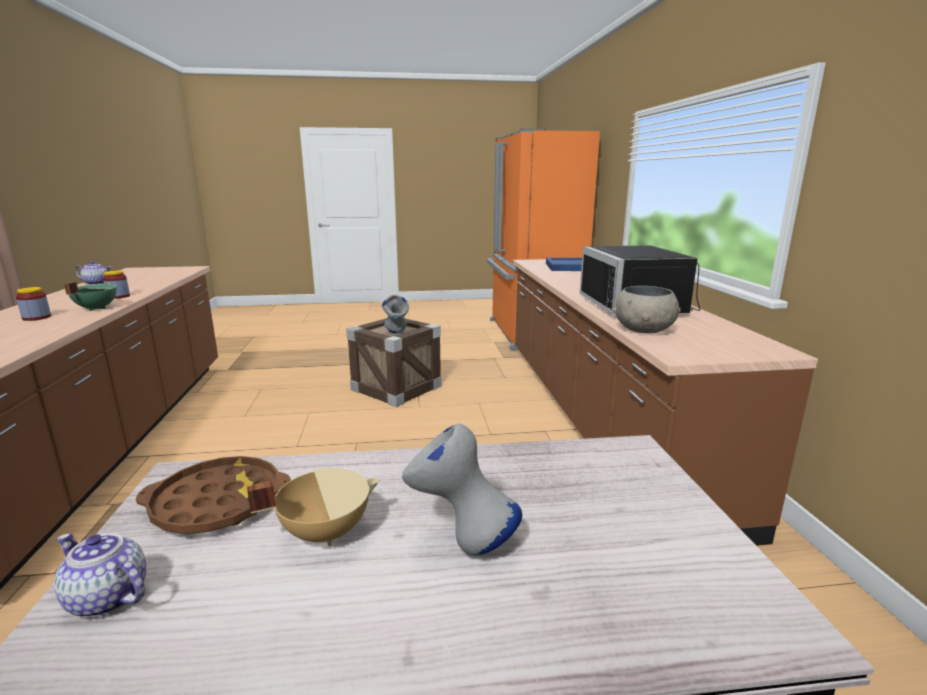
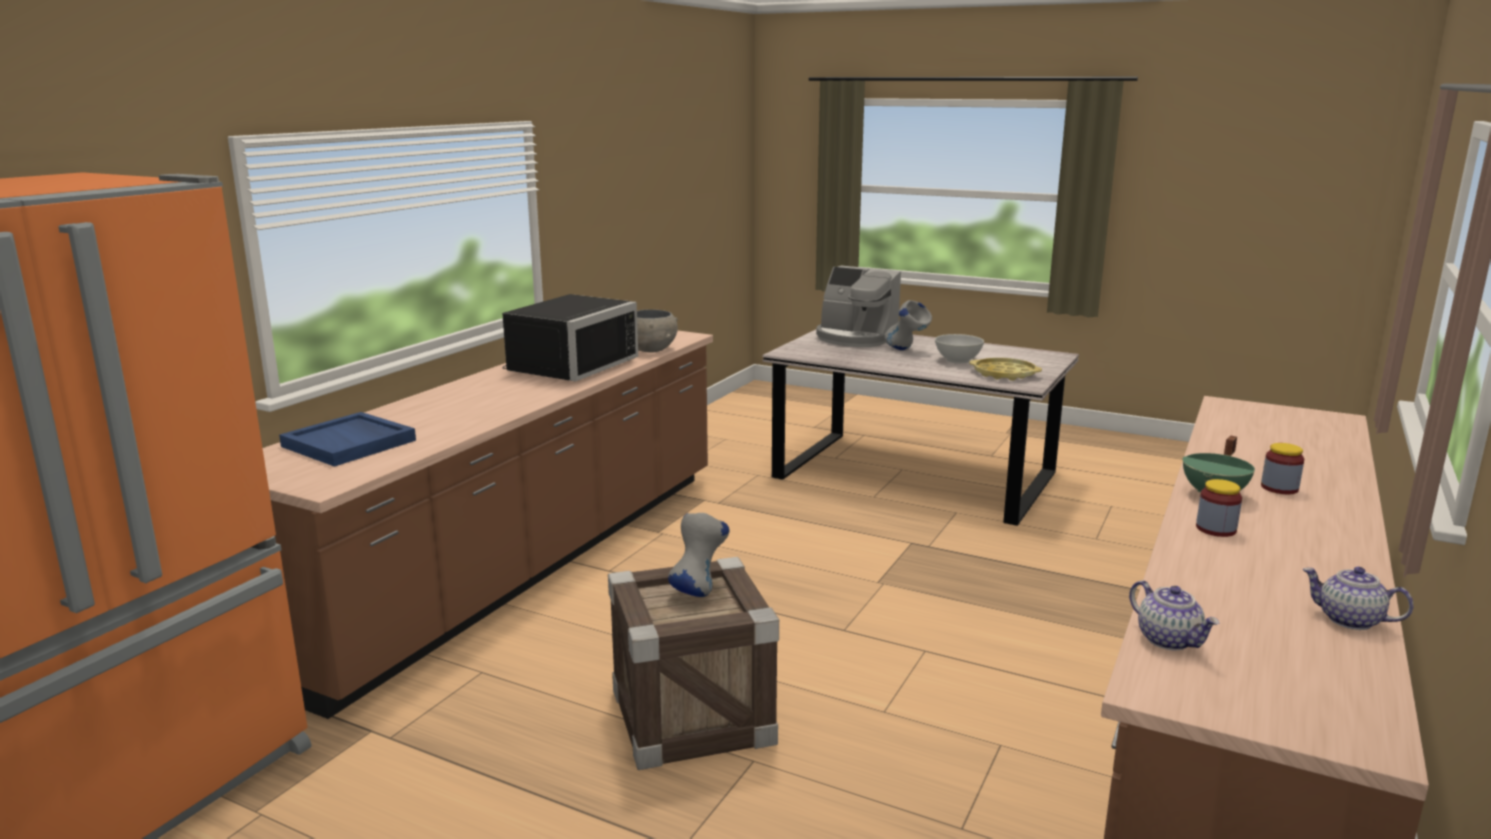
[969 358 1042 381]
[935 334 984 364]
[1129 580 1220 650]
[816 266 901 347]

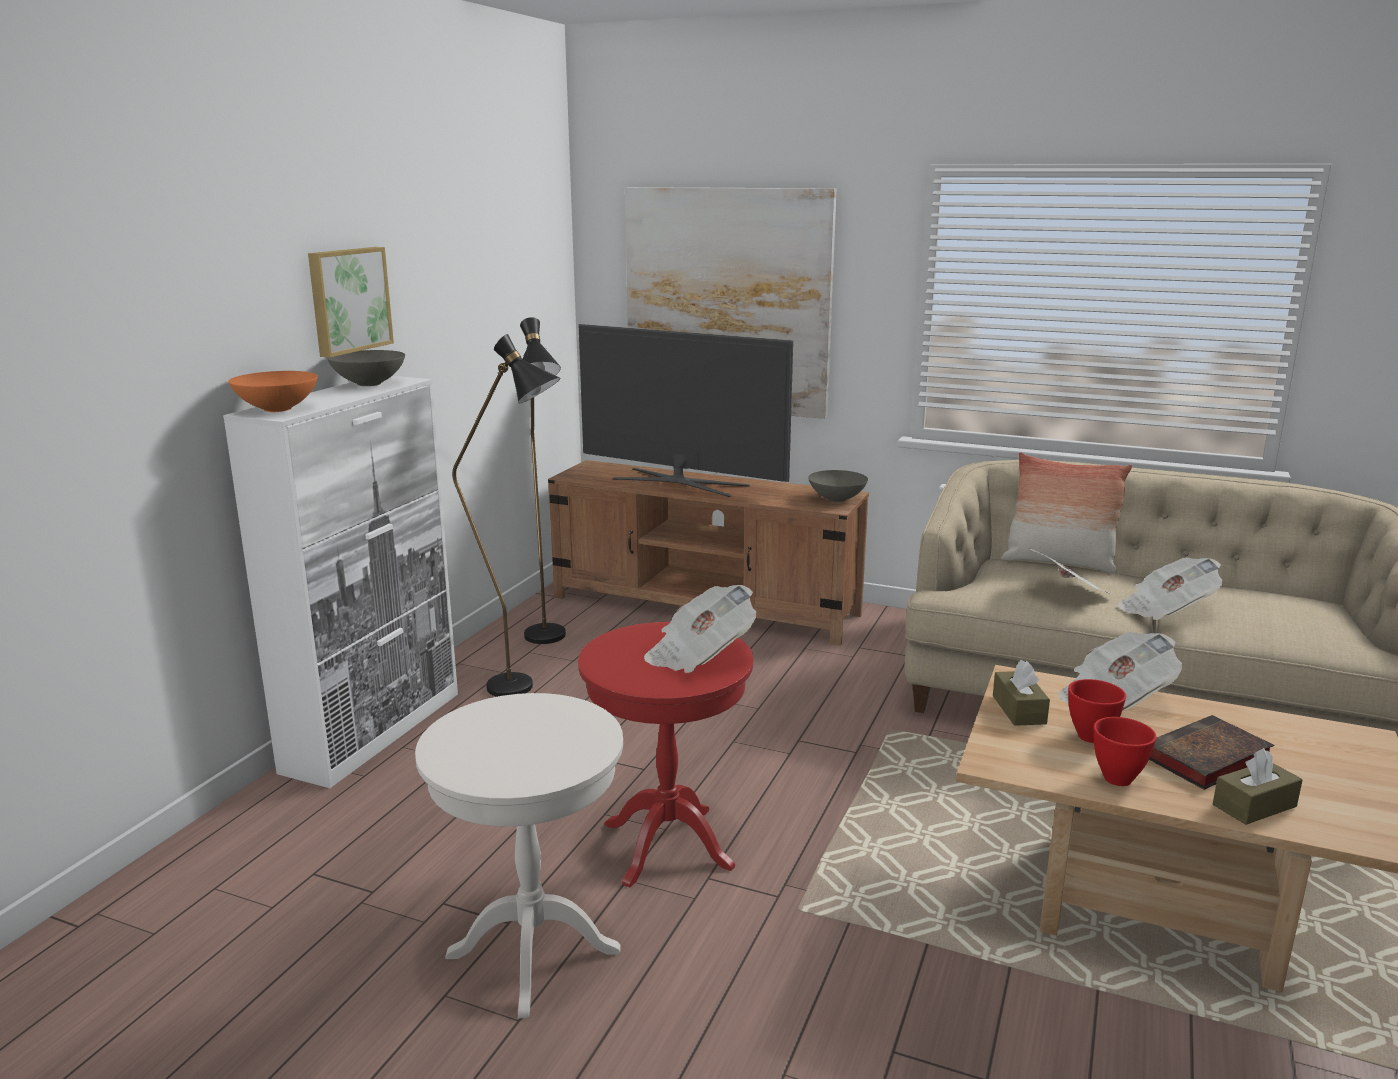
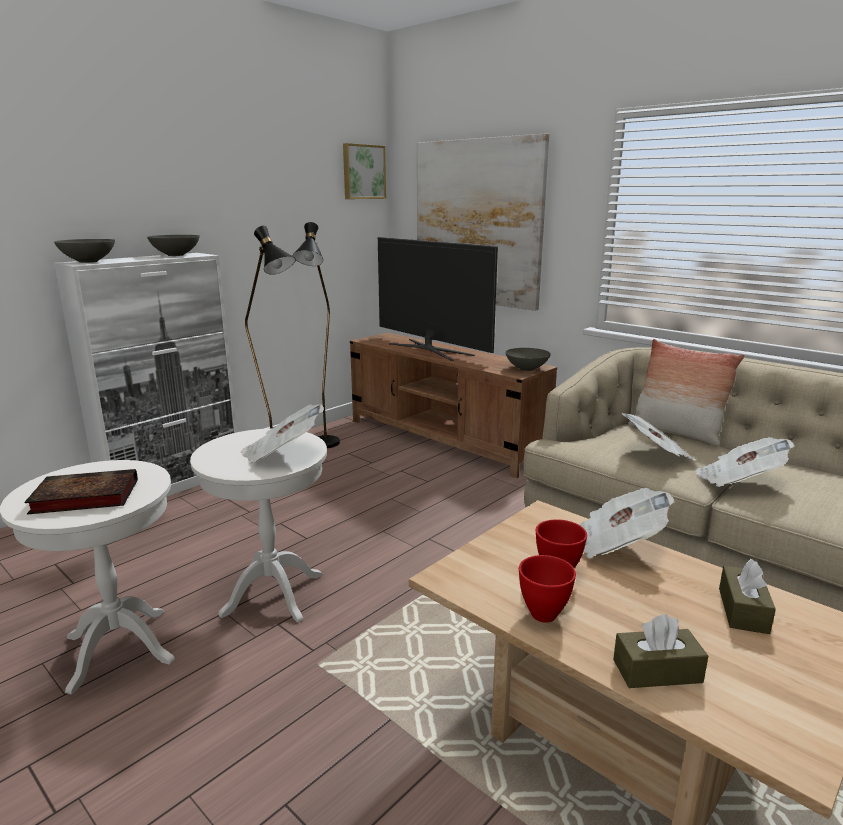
[343 143 386 199]
[54 239 115 263]
[190 428 327 623]
[719 559 776 634]
[24 469 138 515]

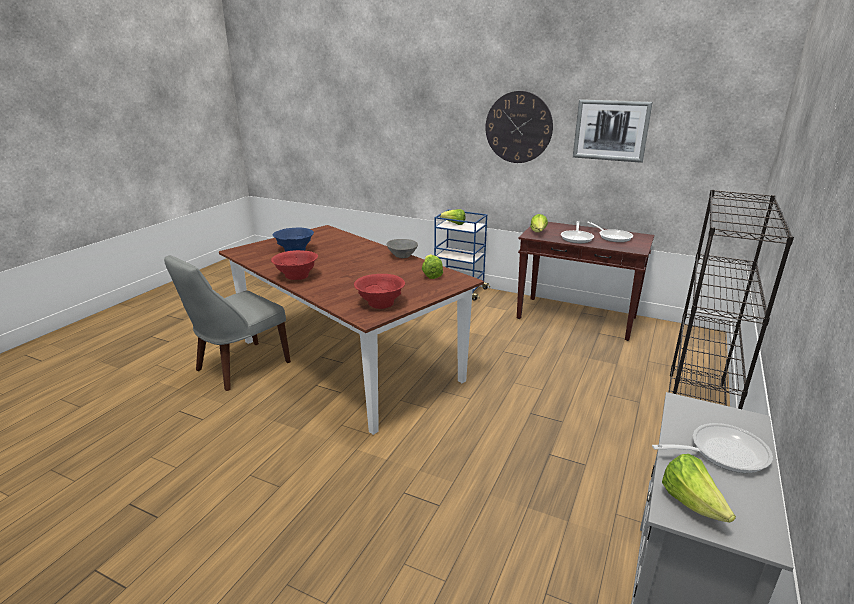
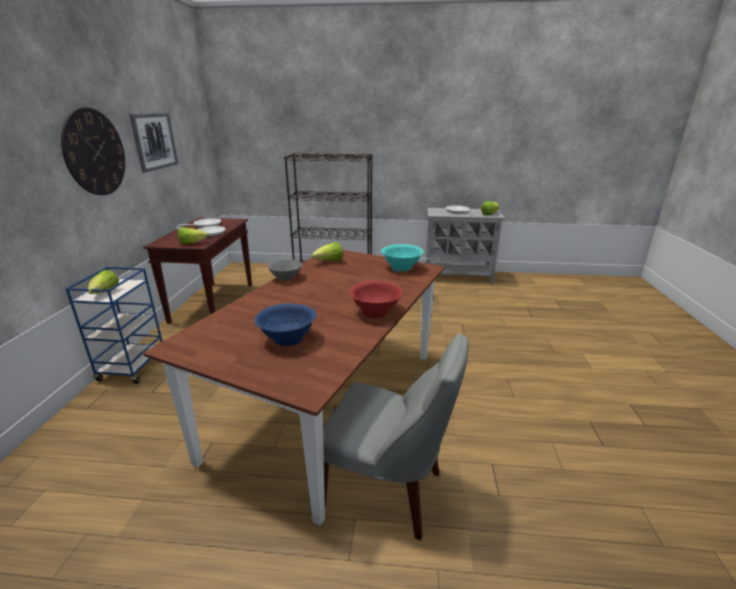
[381 244 424 272]

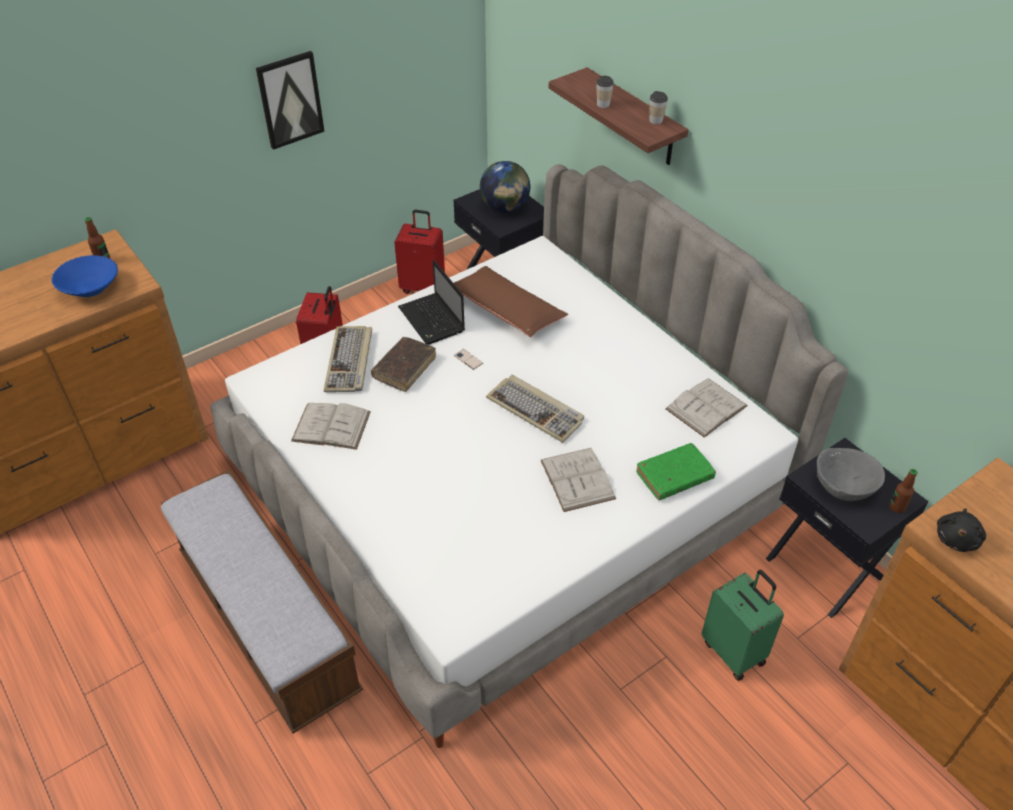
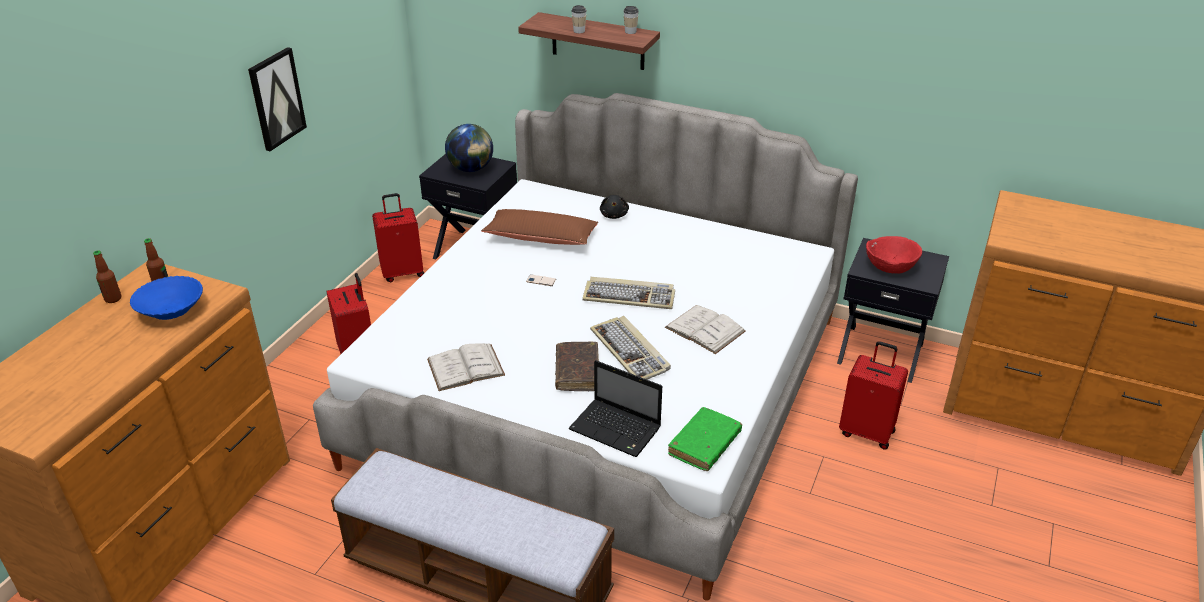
[568 360 662 457]
[590 316 671 379]
[555 342 599 391]
[666 378 748 438] (first image)
[668 407 742 471]
[866 236 922 273]
[93 250 122 303]
[600 195 629 219]
[839 341 908 450]

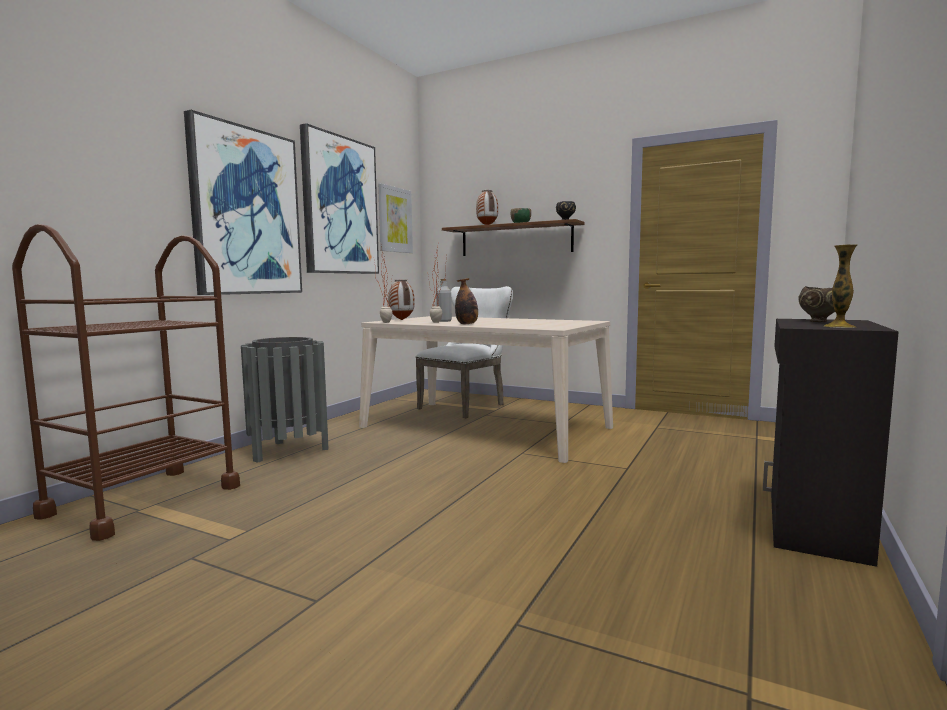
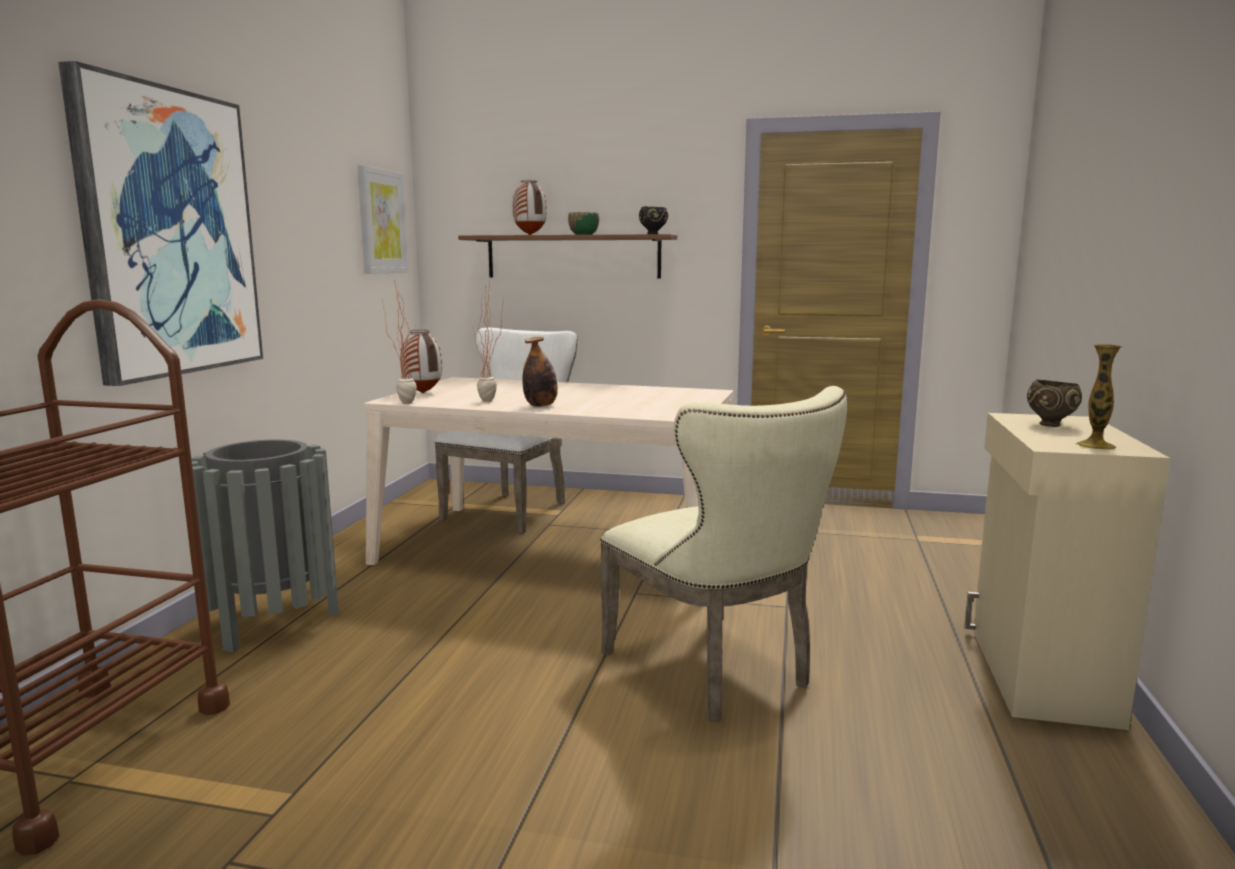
[300 123 379 274] (first image)
[436 279 452 322] (first image)
[964 413 1170 730]
[601 386 847 721]

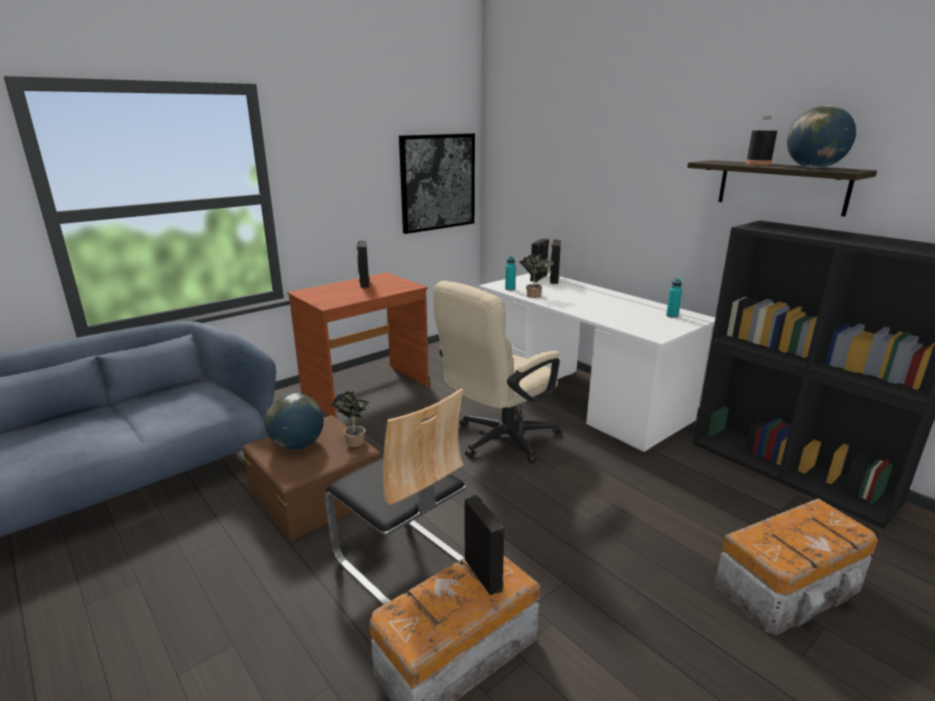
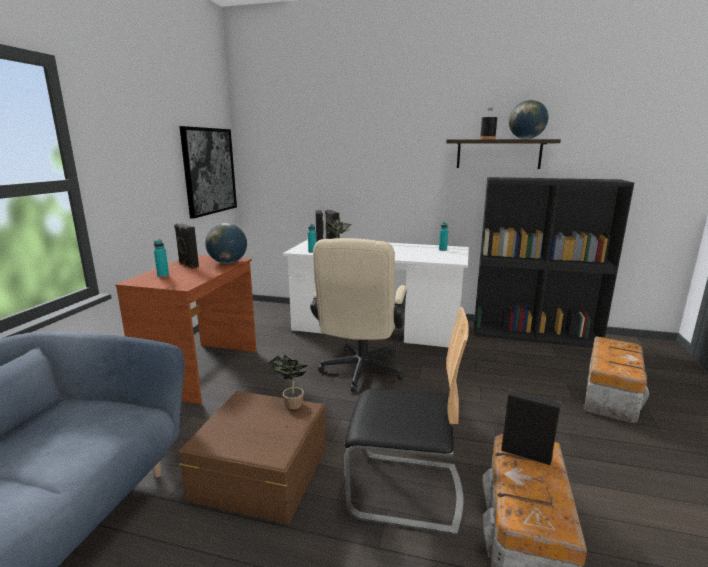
[205 223 247 264]
[154 240 169 277]

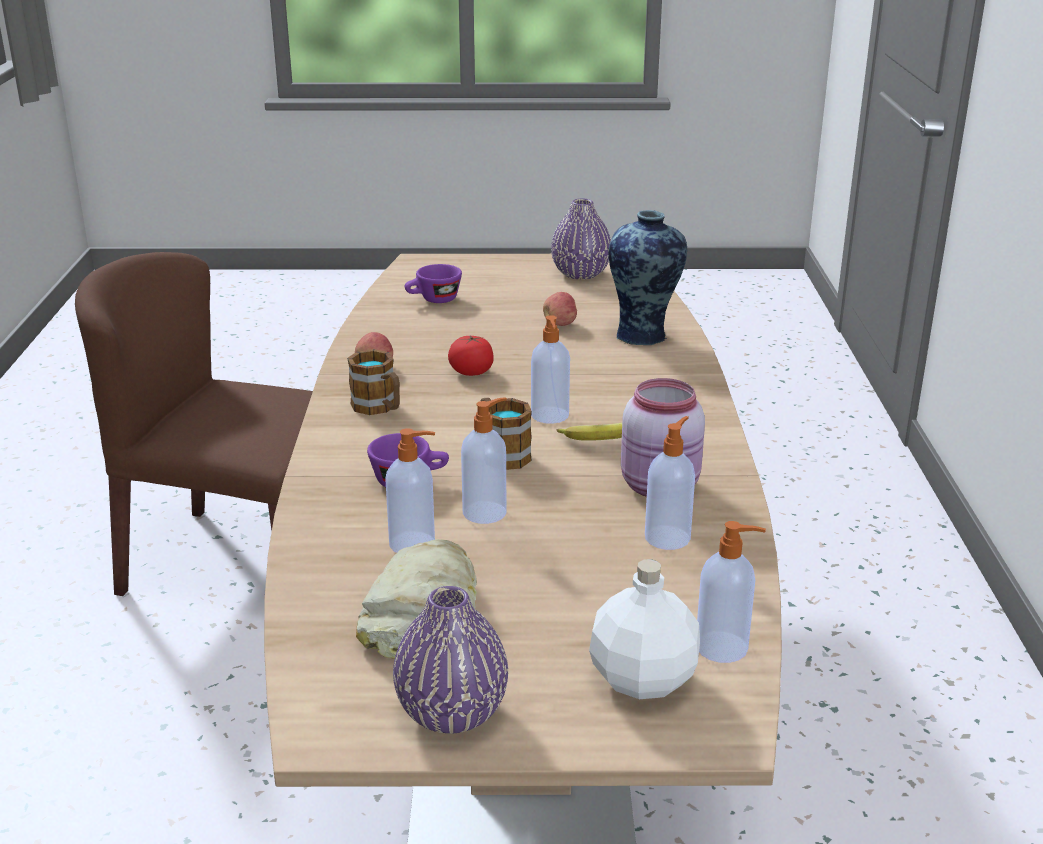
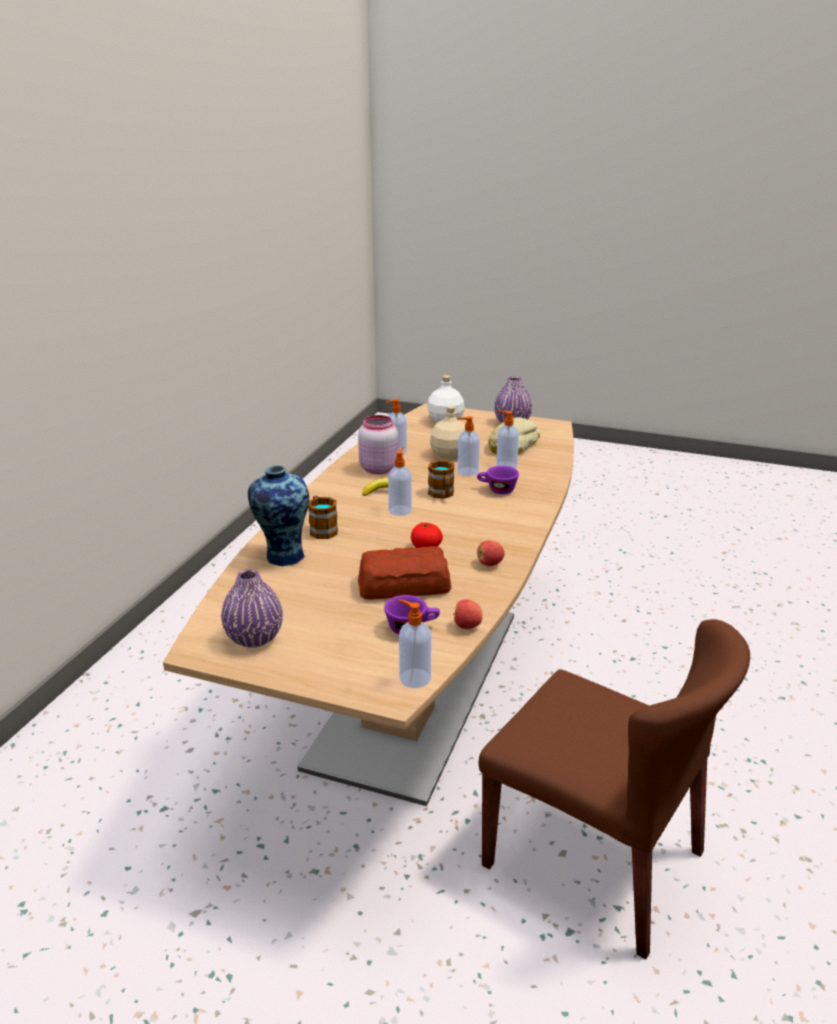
[453 599 483 629]
[308 496 338 539]
[398 599 431 688]
[430 406 465 460]
[358 546 451 600]

